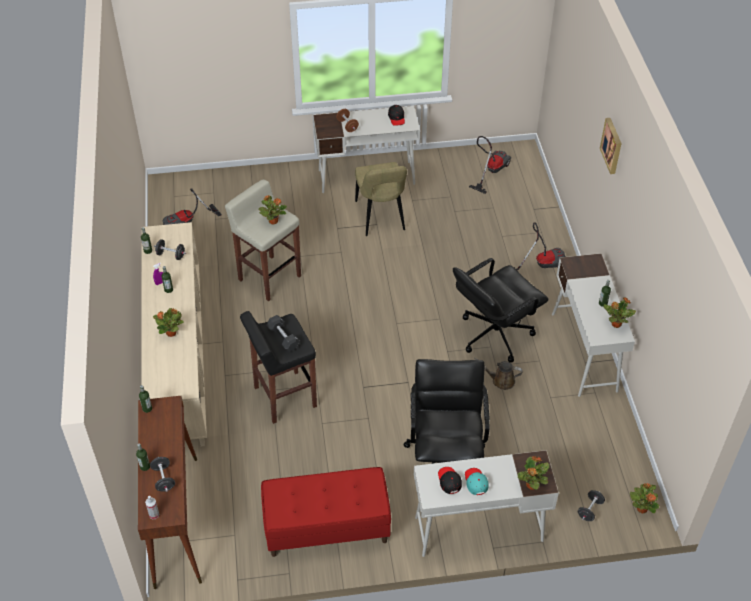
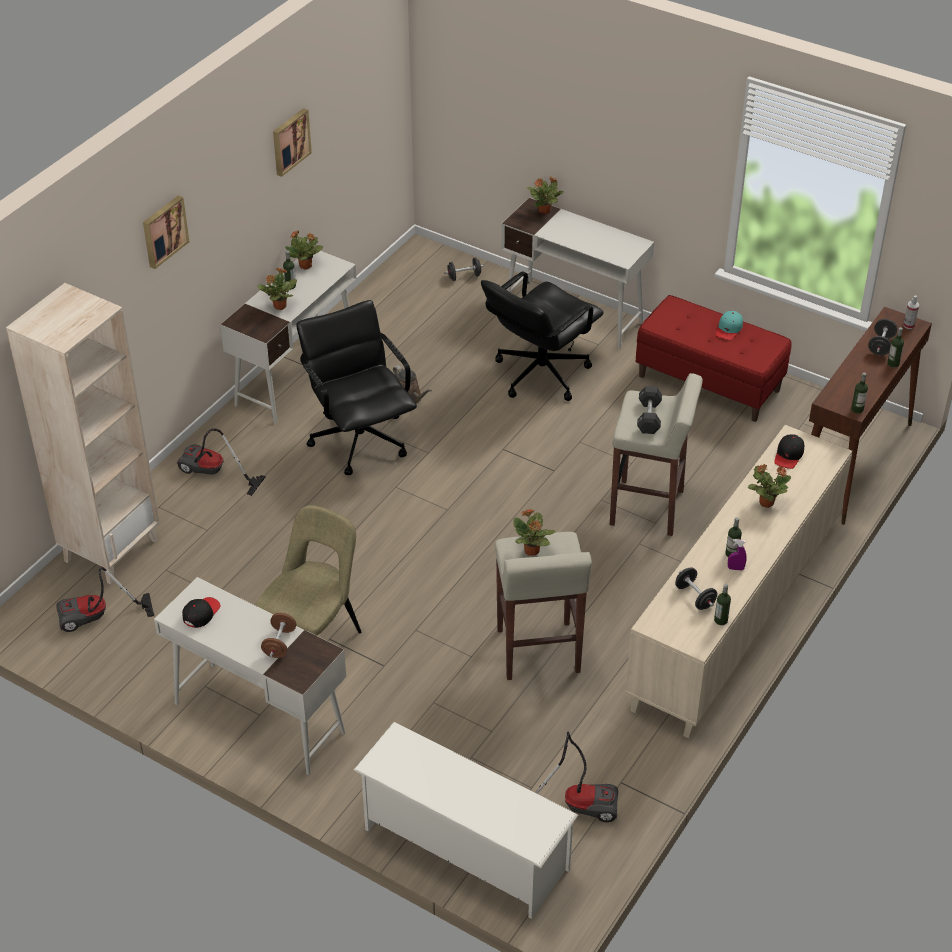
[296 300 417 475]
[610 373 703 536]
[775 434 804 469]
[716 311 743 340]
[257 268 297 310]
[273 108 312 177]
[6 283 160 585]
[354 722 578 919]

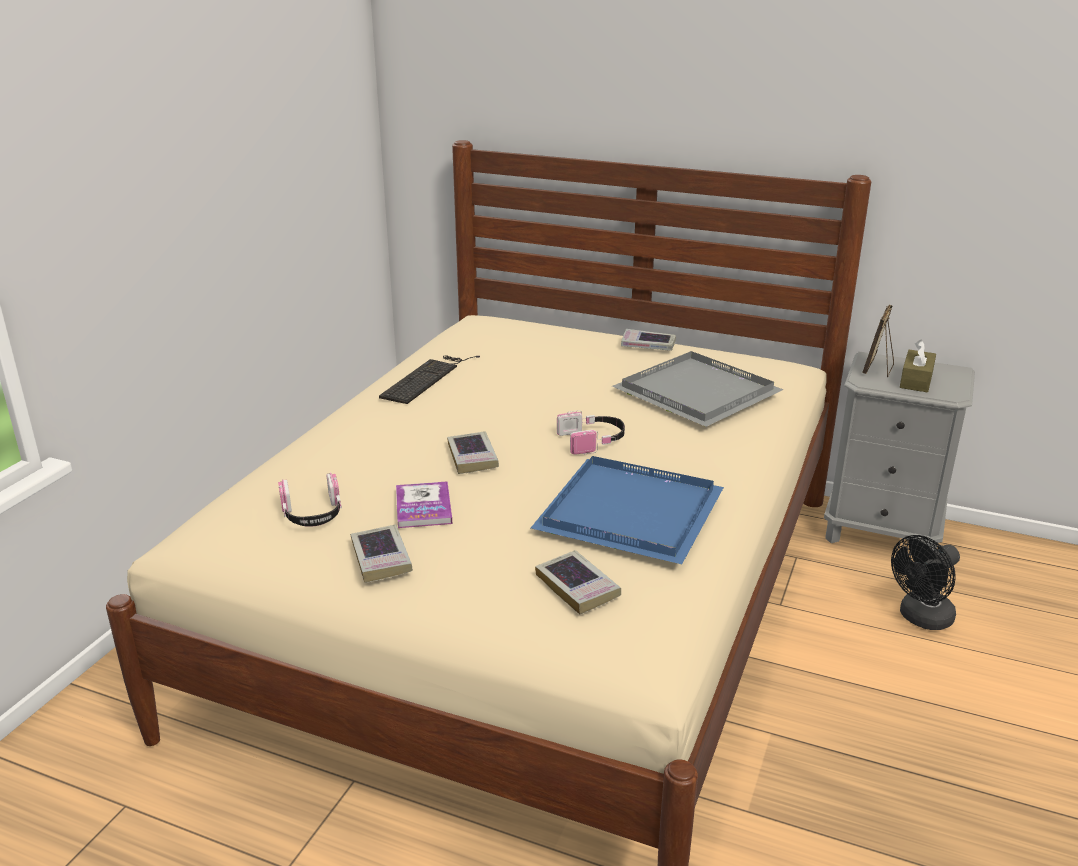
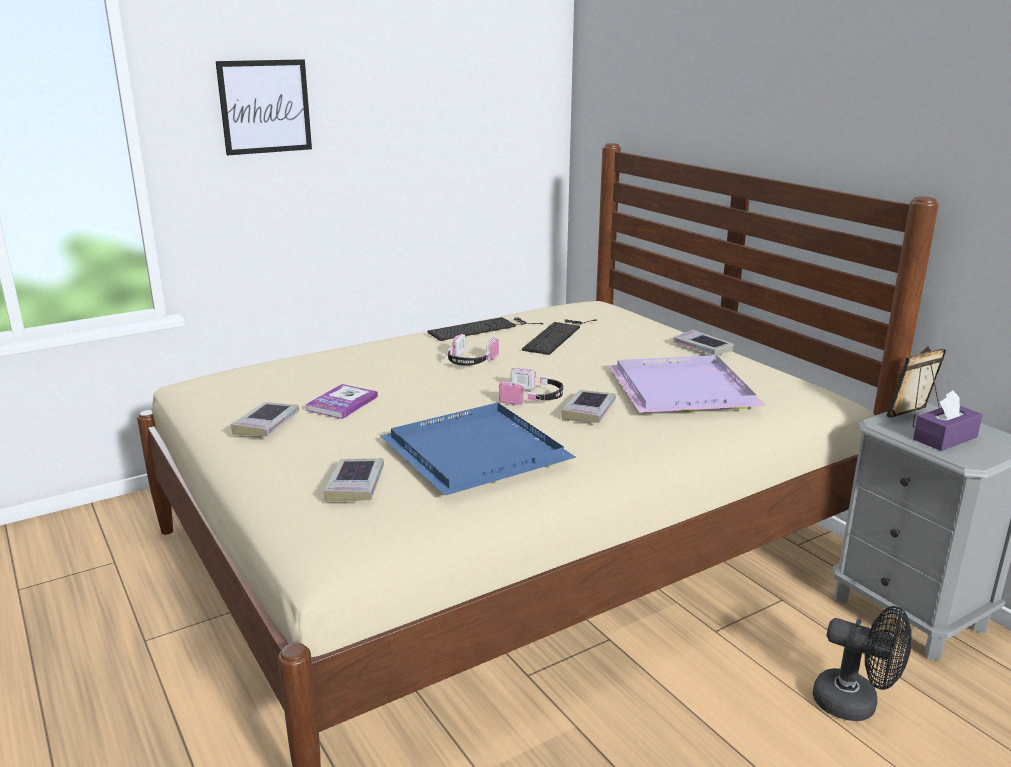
[913 390 982 451]
[609 355 766 413]
[562 390 616 423]
[447 334 499 366]
[812 606 912 721]
[216 59 312 155]
[522 319 597 355]

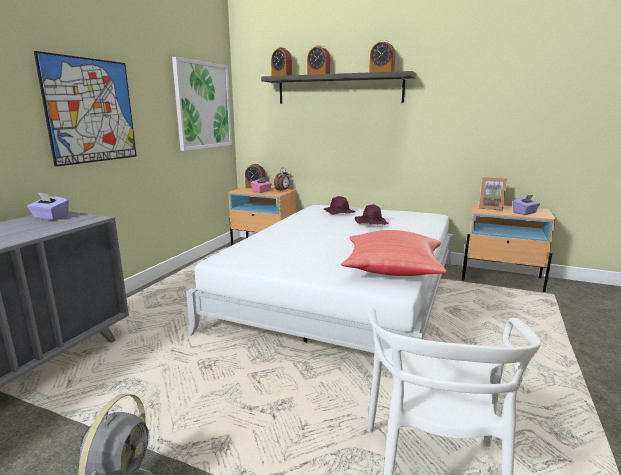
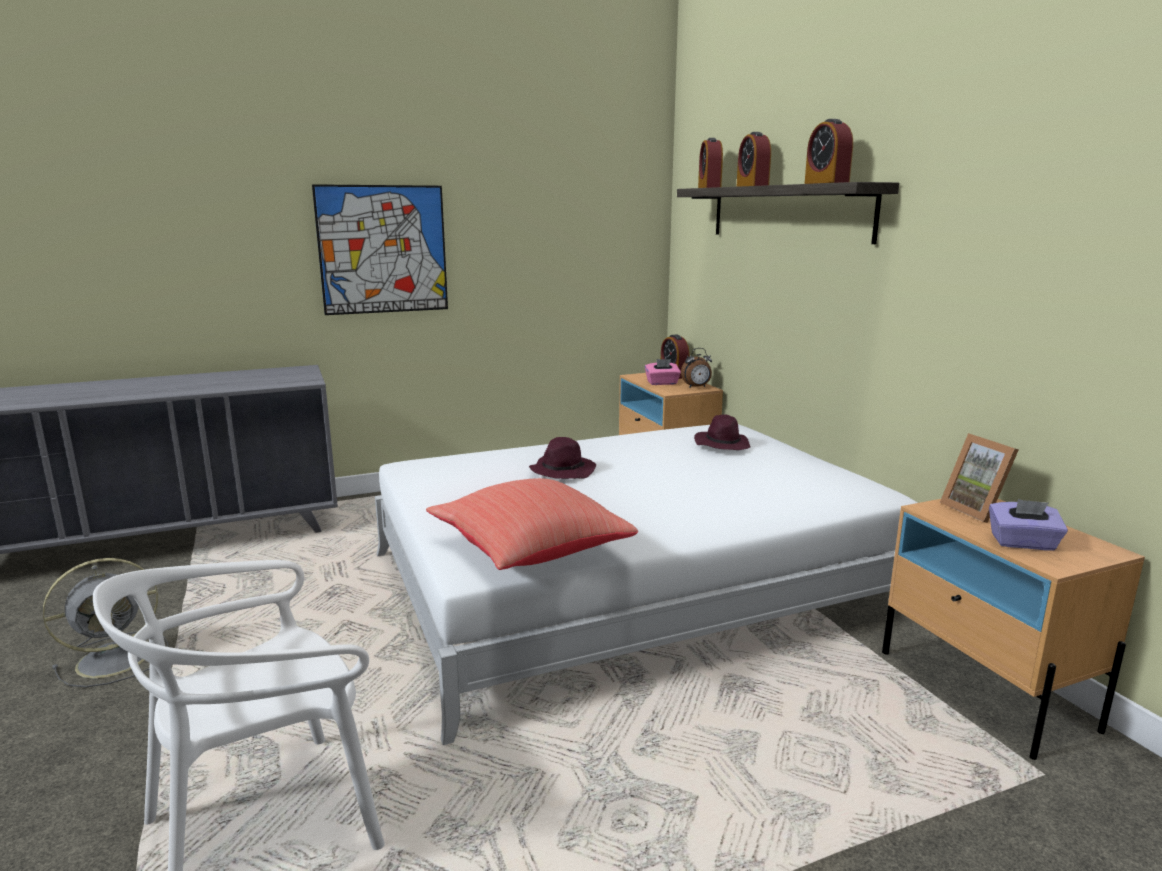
[172 57 232 151] (first image)
[27 193 69 220] (first image)
[529 437 596 479]

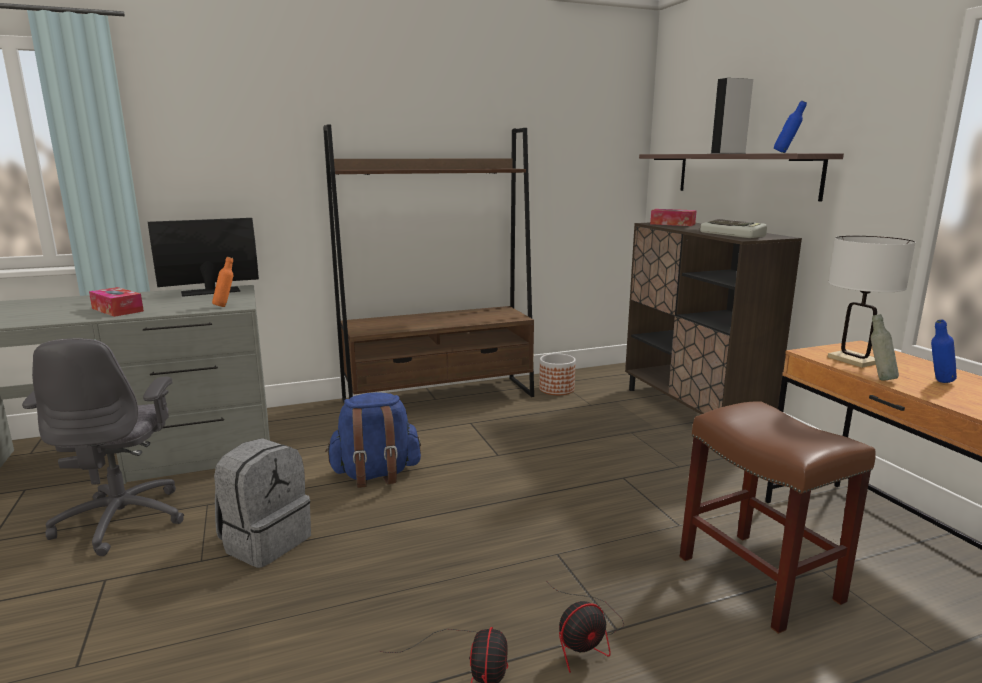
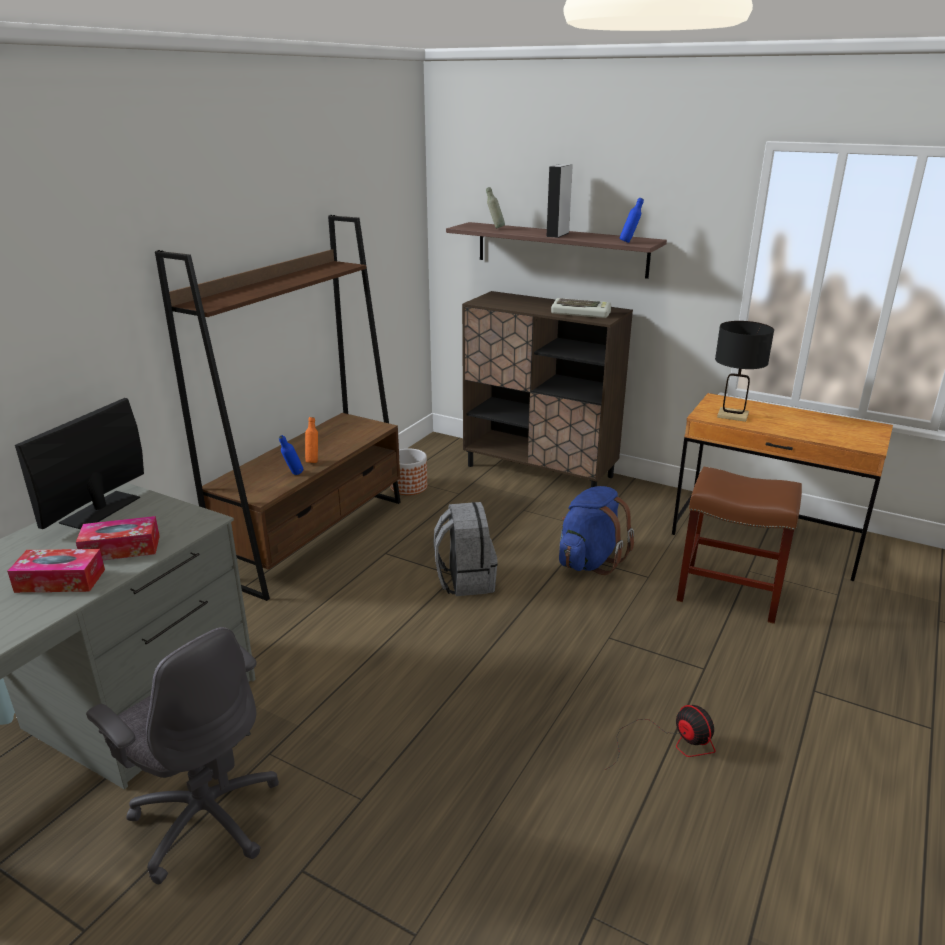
[76 516 160 560]
[715 321 774 422]
[305 417 318 463]
[486 187 505 228]
[279 435 303 475]
[559 486 634 575]
[433 502 498 596]
[548 583 624 673] (first image)

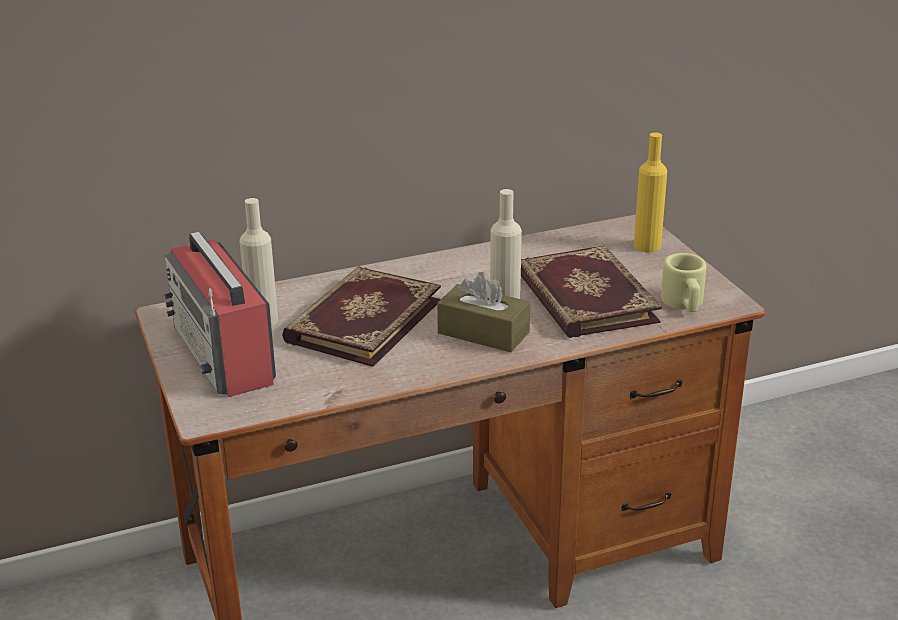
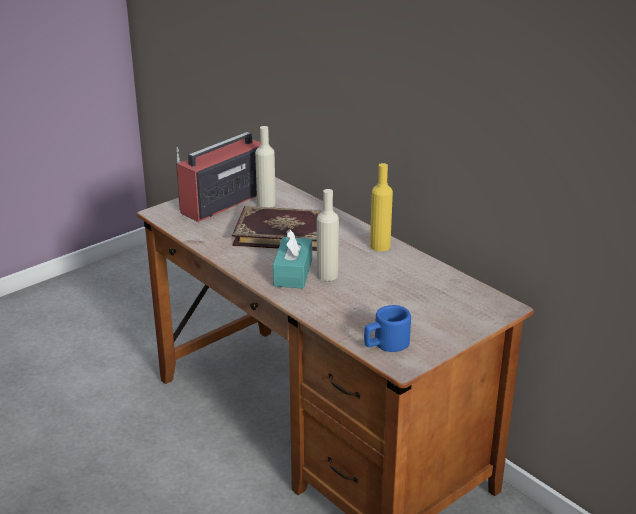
[370 163 393 251]
[521 245 662 338] (first image)
[364 305 411 352]
[273 229 312 289]

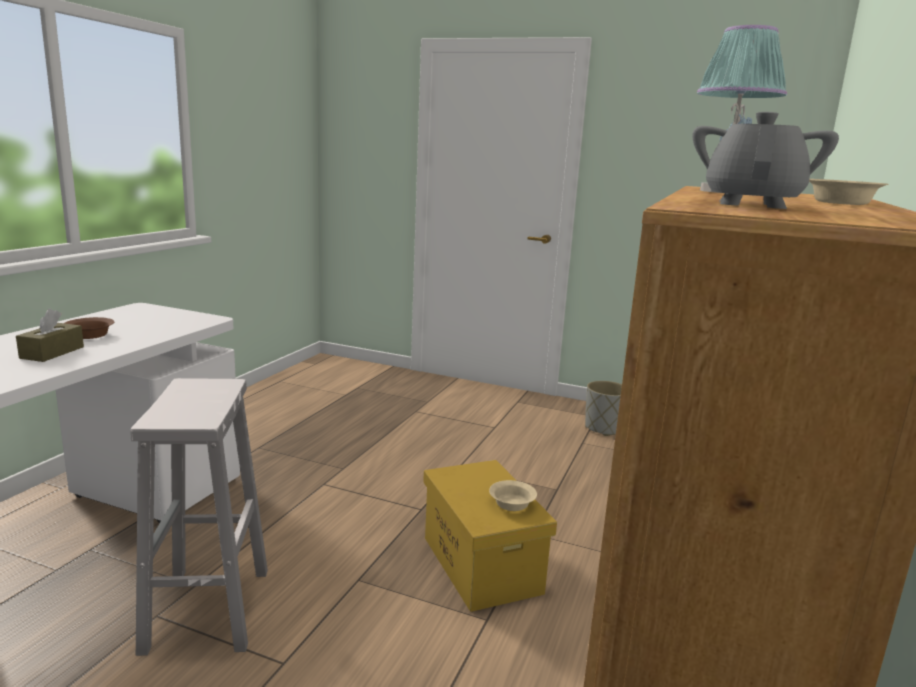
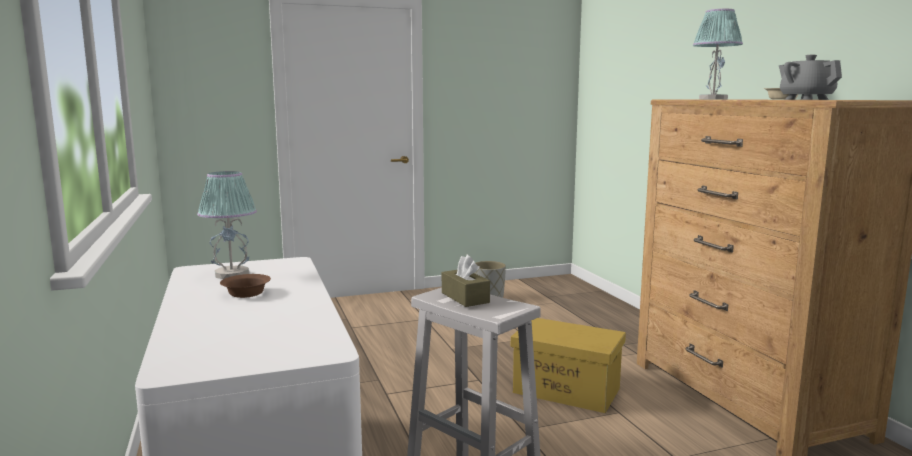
[442 255 490 307]
[489 480 537 511] (first image)
[197 171 257 279]

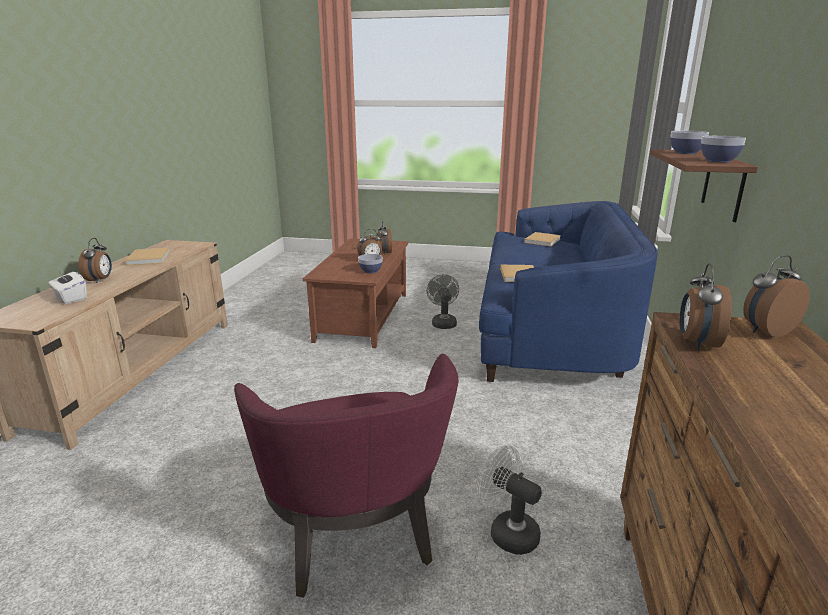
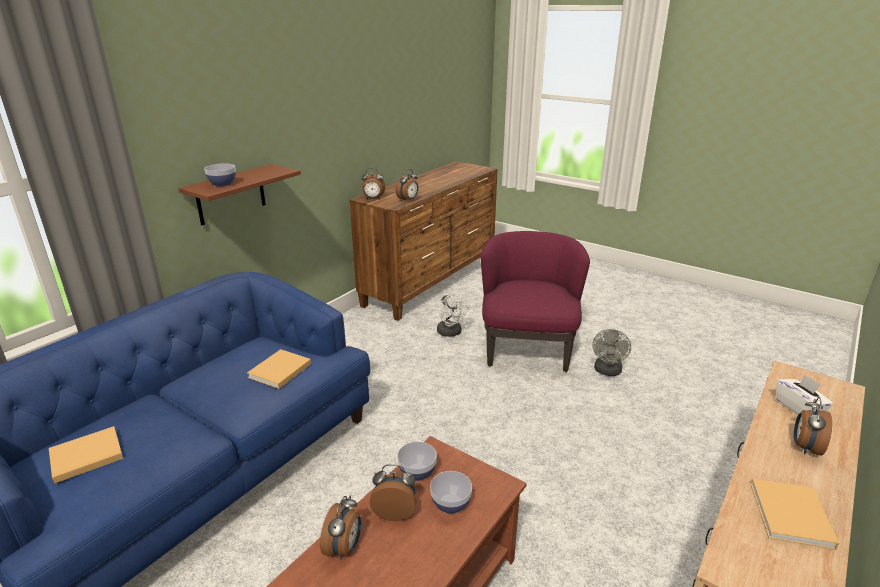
[430 471 472 514]
[593 329 631 376]

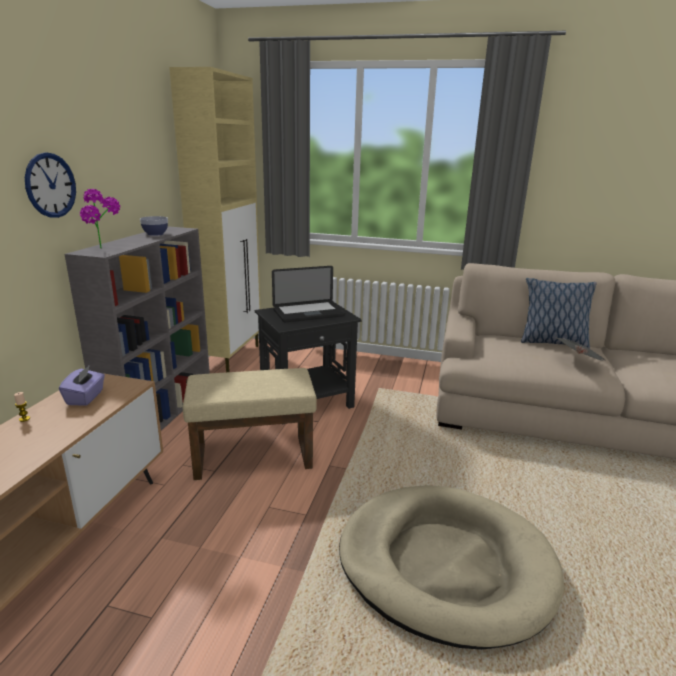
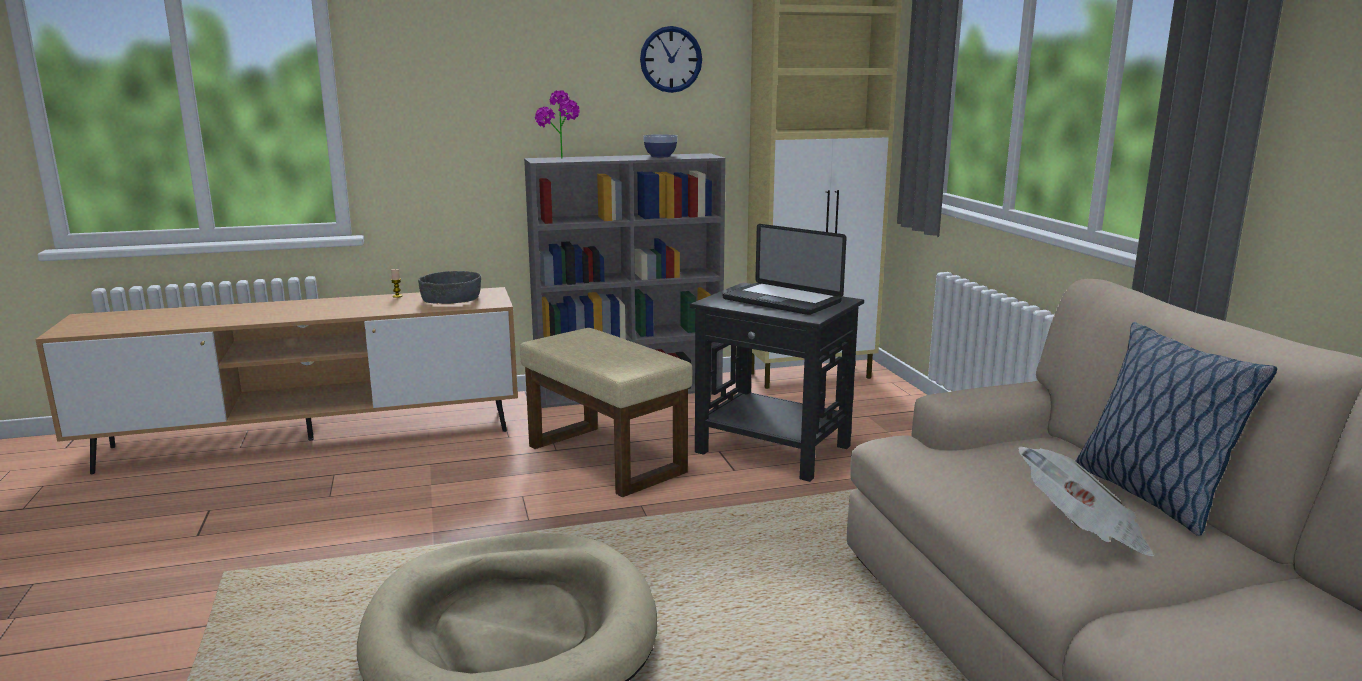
[640 26 702 93]
[418 271 481 304]

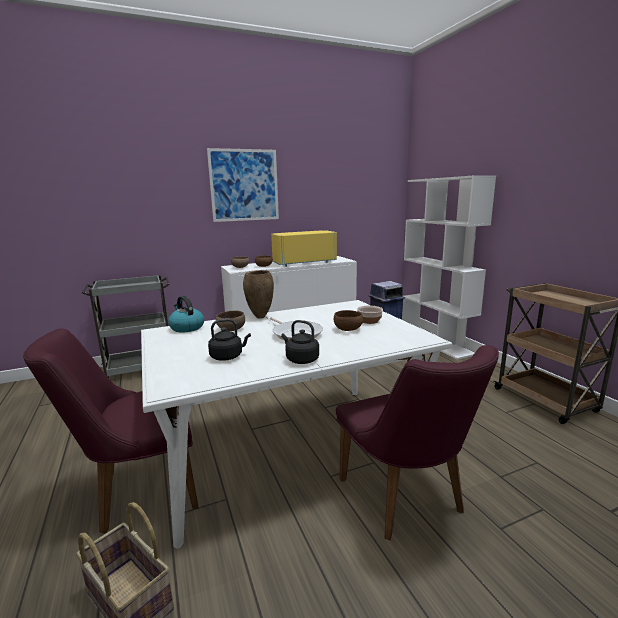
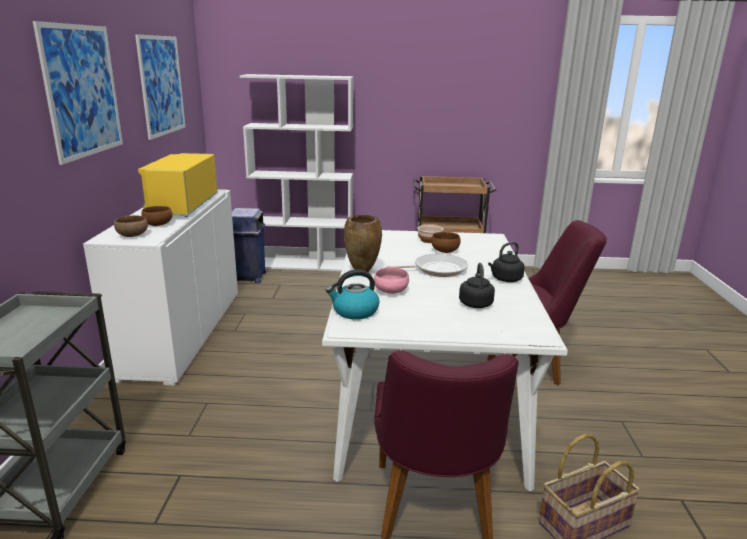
[374 267 409 294]
[135 34 186 140]

